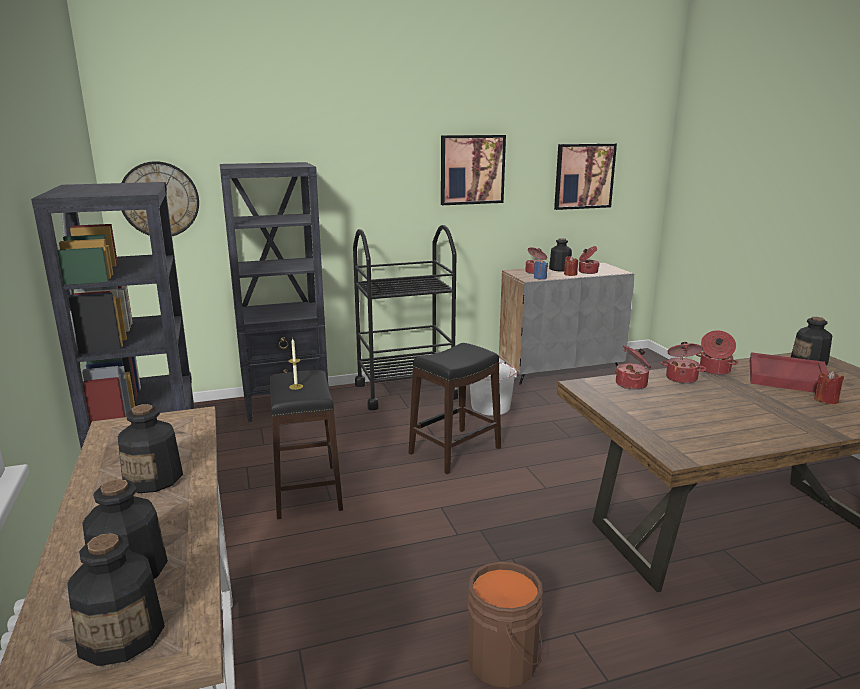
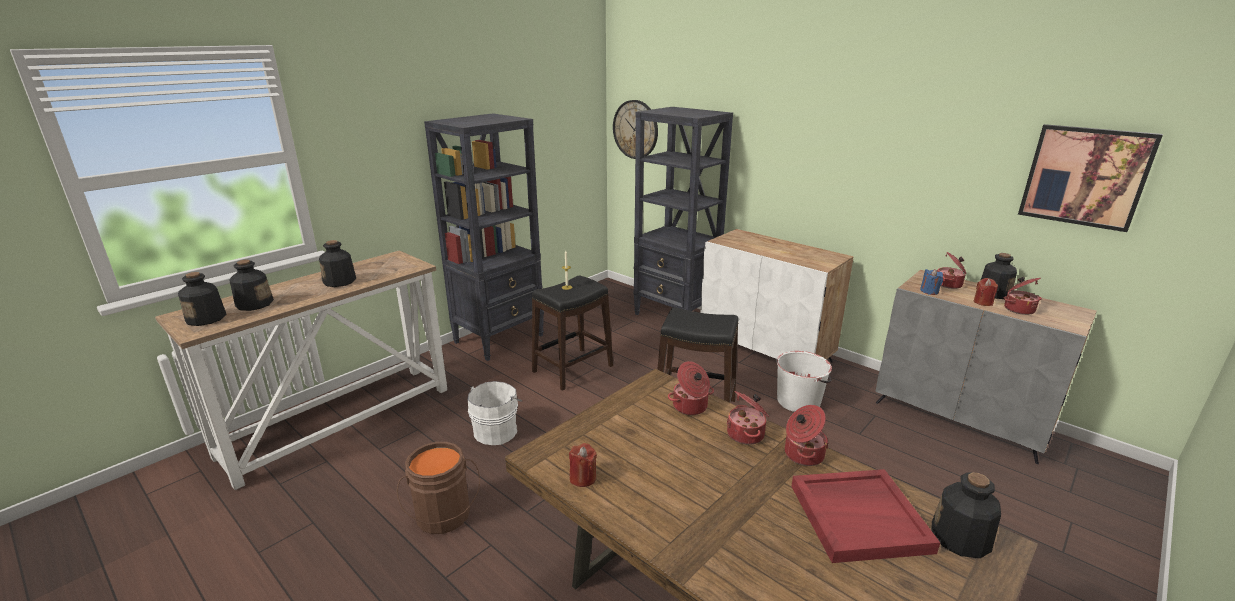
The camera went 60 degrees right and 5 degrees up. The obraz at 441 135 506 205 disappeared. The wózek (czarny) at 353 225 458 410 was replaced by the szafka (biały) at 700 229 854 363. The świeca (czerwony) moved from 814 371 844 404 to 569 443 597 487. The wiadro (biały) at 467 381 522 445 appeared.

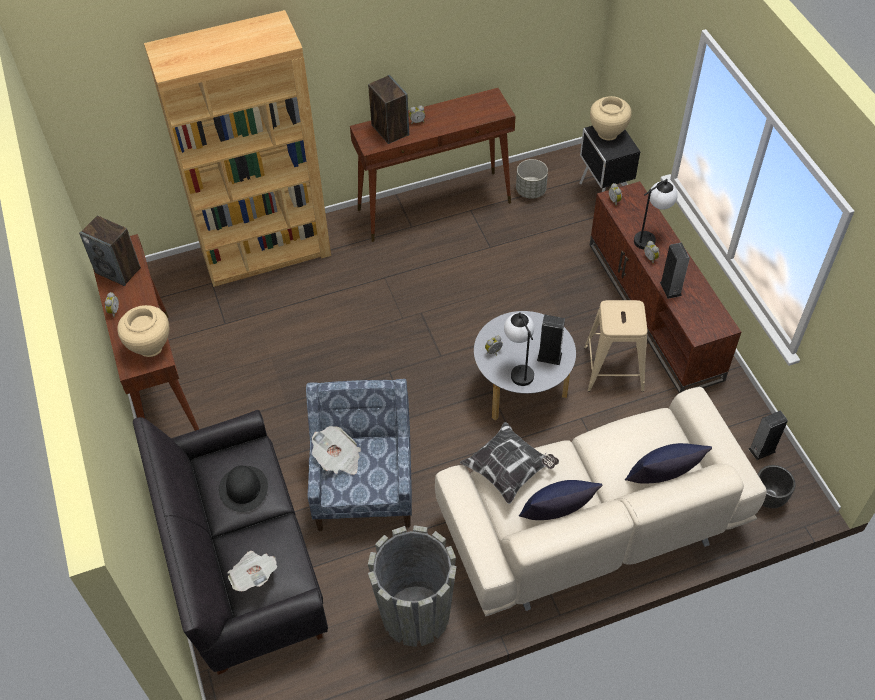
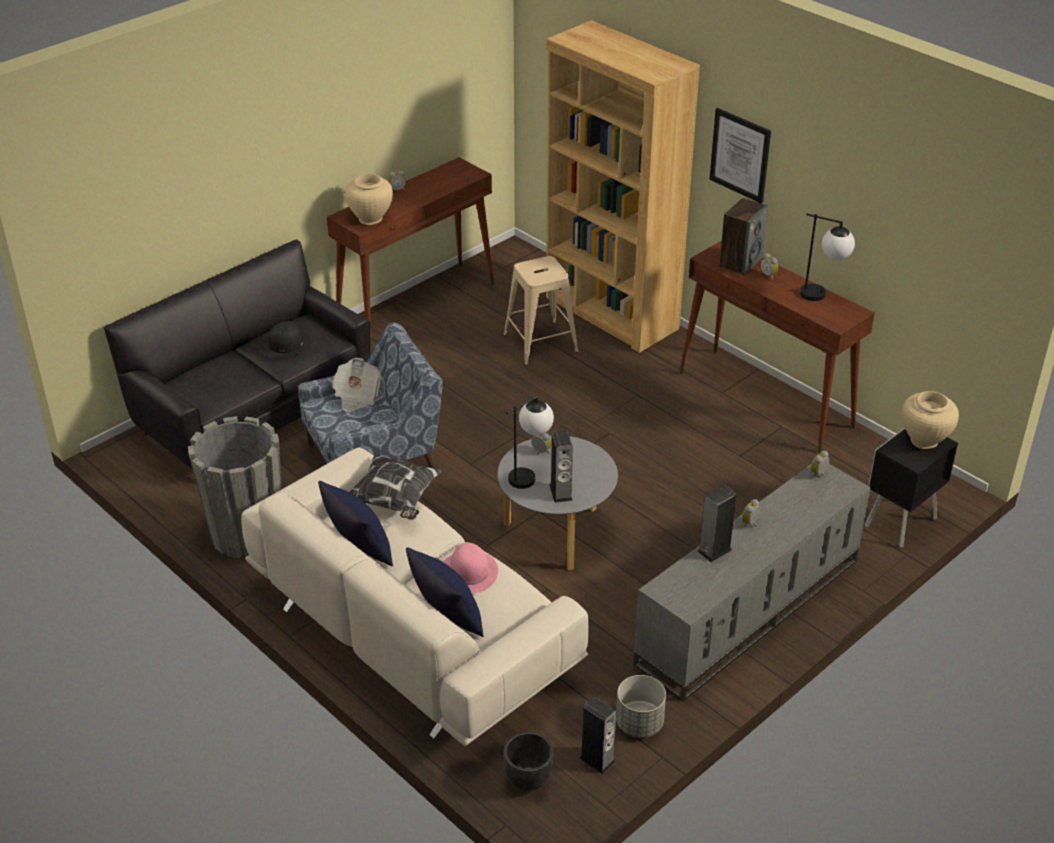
The camera went 65 degrees right and 15 degrees down. The donica (szary) moved from 516 159 548 199 to 616 675 666 738. The lampa stołowa moved from 634 179 678 249 to 800 214 855 301. The szafka pod telewizor (brązowy) at 590 181 741 393 became the szafka pod telewizor (szary) at 633 464 871 702. The głośnik at 79 215 141 286 disappeared. The stołek (beżowy) moved from 584 300 647 392 to 503 256 578 365. The gazeta at 227 551 277 591 disappeared. The obraz at 710 108 771 203 appeared. The kapelusz (różowy) at 444 543 498 594 appeared.

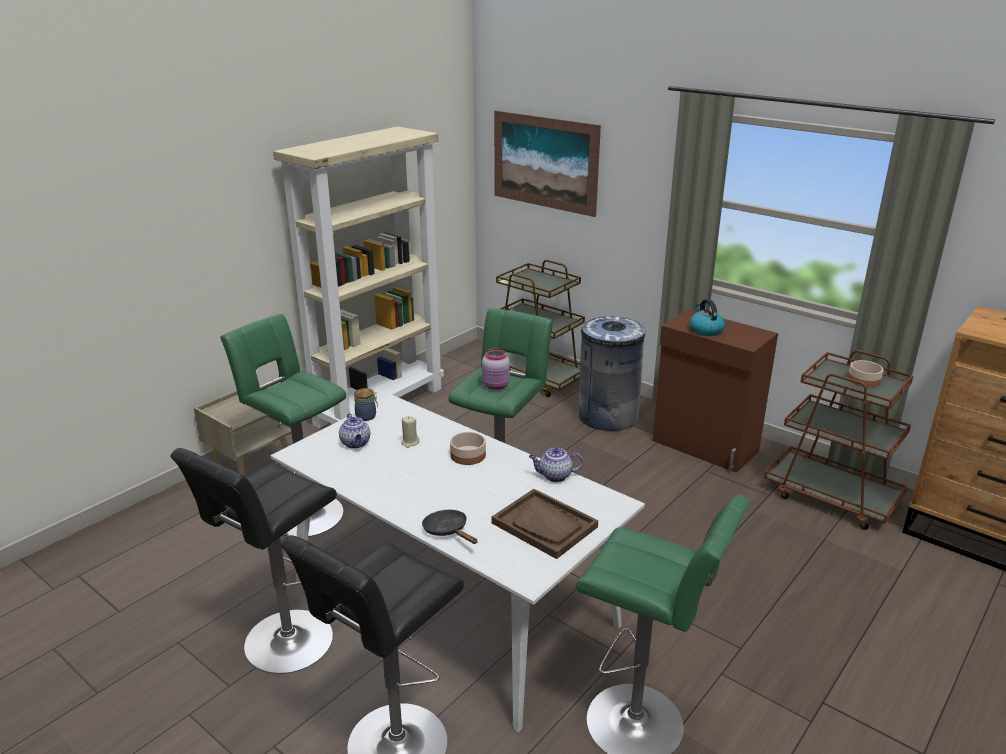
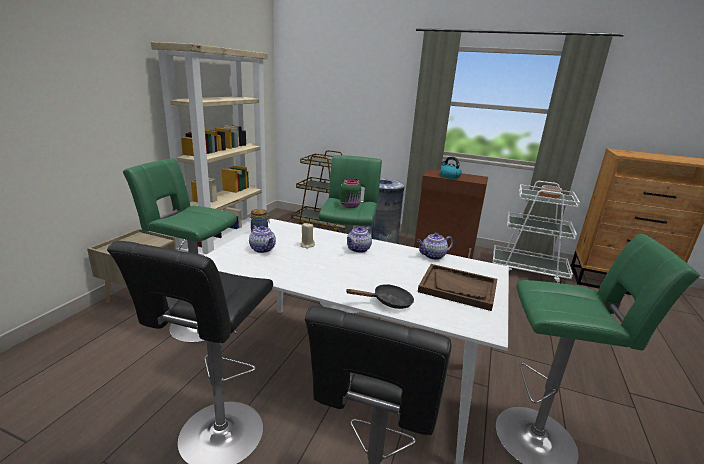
The camera went 20 degrees left and 5 degrees down. The obraz at 494 111 601 217 disappeared. The słoik (różowy) at 482 348 510 390 became the słoik (zielony) at 340 178 361 208. The wózek (brązowy) at 764 350 913 530 became the wózek (biały) at 493 181 580 283. The miska at 450 432 486 465 was replaced by the imbryk at 347 226 372 253. The patelnia (czarny) at 422 510 478 544 turned 135 degrees clockwise.

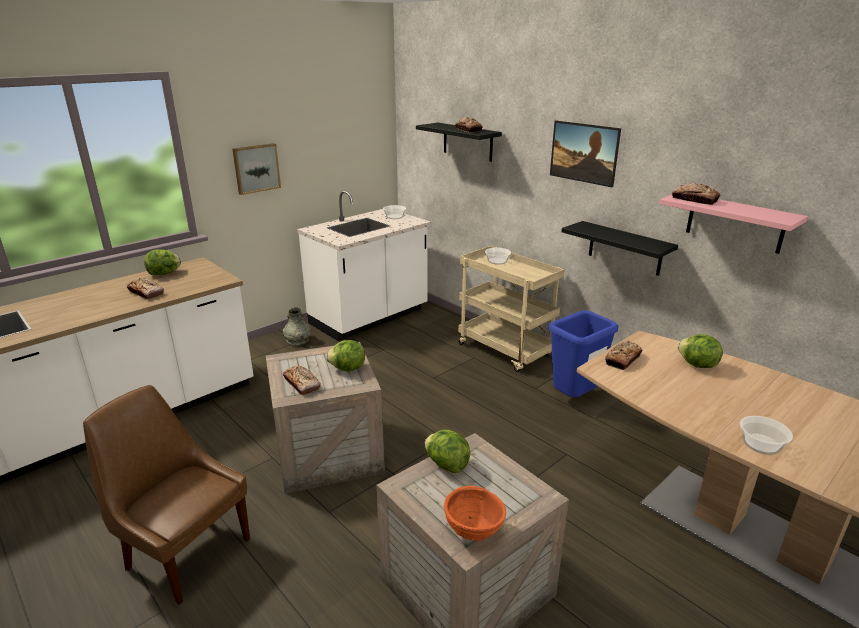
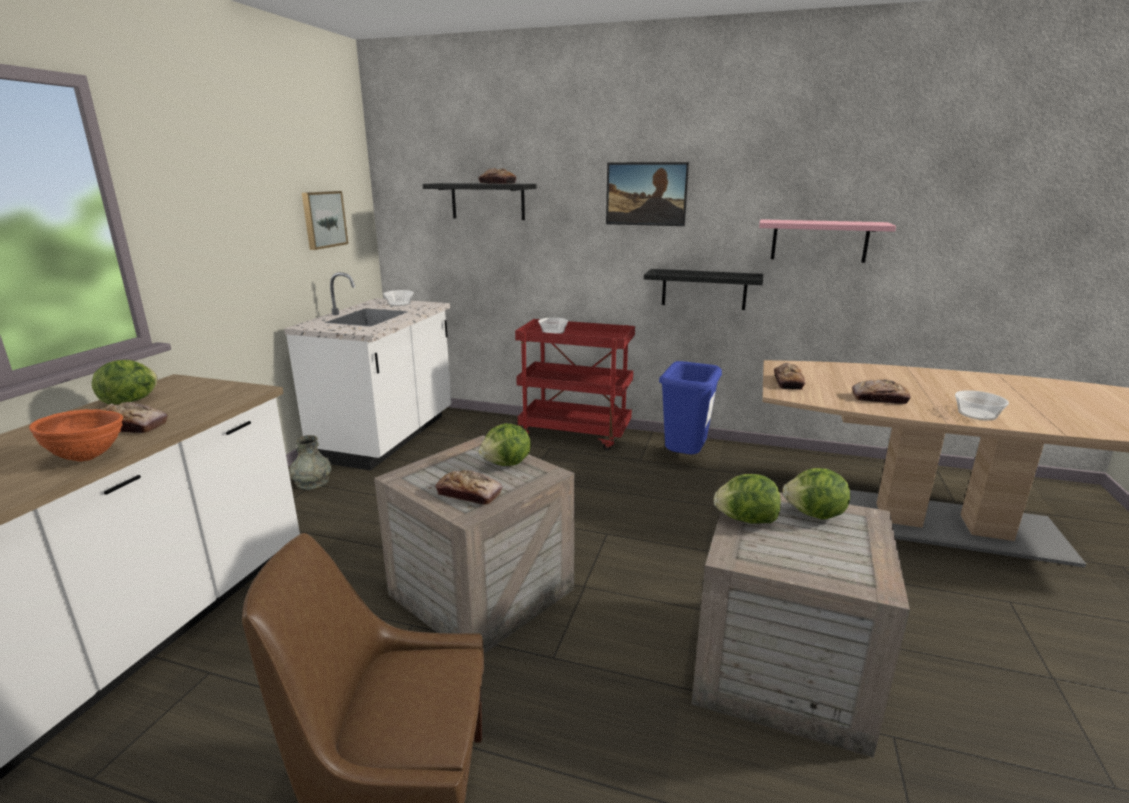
The camera went 30 degrees left and 5 degrees down. The obraz moved from 232 143 281 195 to 302 191 348 250. The chleb moved from 672 183 720 205 to 852 379 911 404. The wózek (beżowy) at 458 246 564 372 became the wózek (czerwony) at 515 319 635 450. The sałata moved from 677 334 723 368 to 783 468 850 520. The miska (pomarańczowy) moved from 444 486 506 541 to 29 409 123 462.

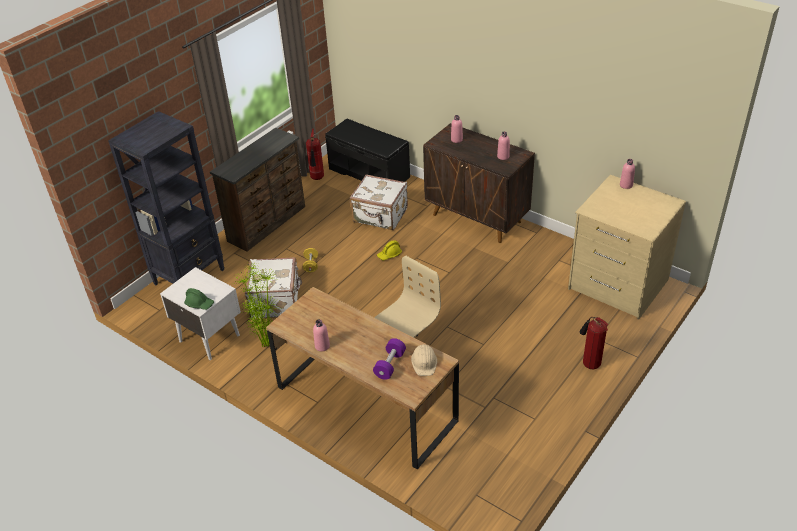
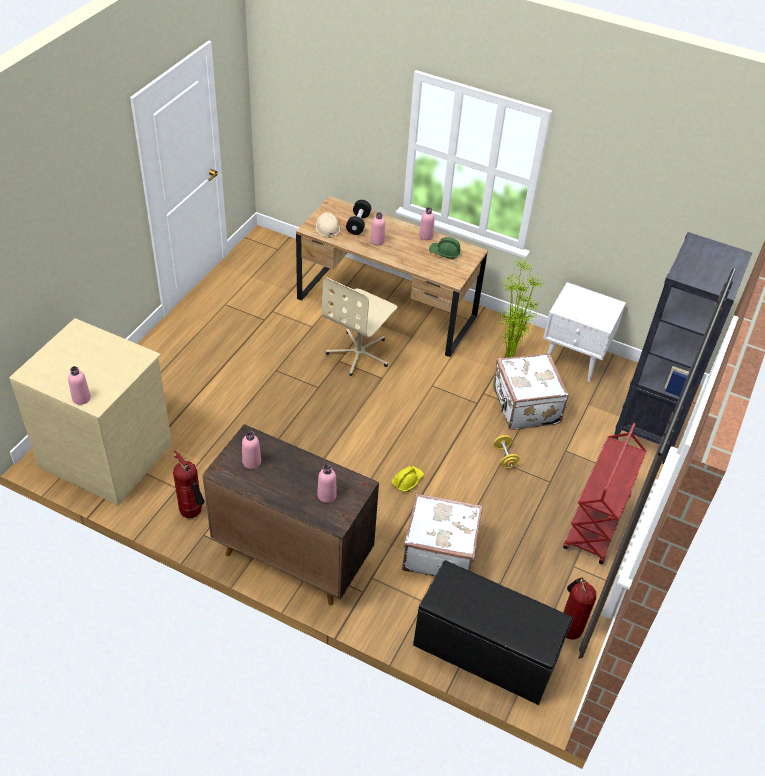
The camera went 165 degrees right and 5 degrees up. The komoda (brązowy) at 210 128 305 252 was replaced by the wózek (czerwony) at 563 423 647 564. The kask (zielony) moved from 184 288 214 310 to 429 237 461 259. The gaśnica moved from 580 317 608 370 to 173 450 205 518. The hantel (fioletowy) at 373 338 406 380 became the hantel (czarny) at 346 200 371 235. The butelka (różowy) at 371 212 385 246 appeared.

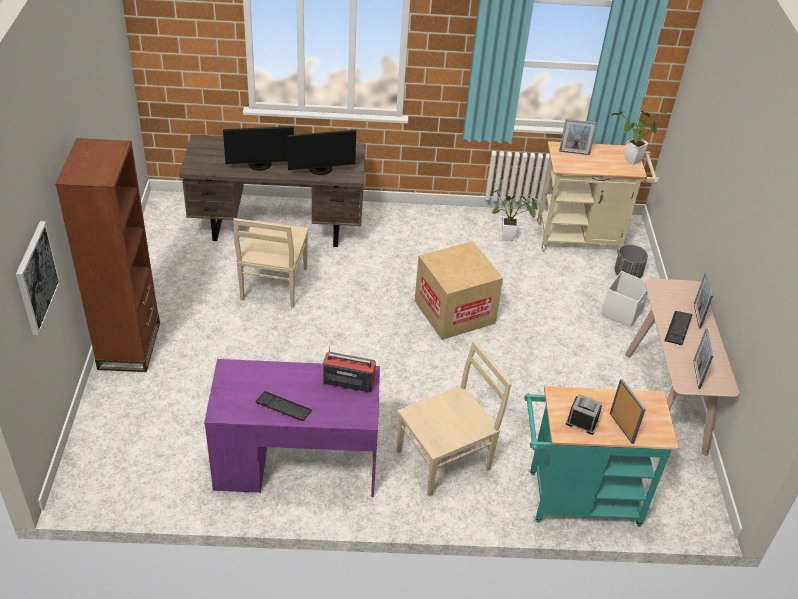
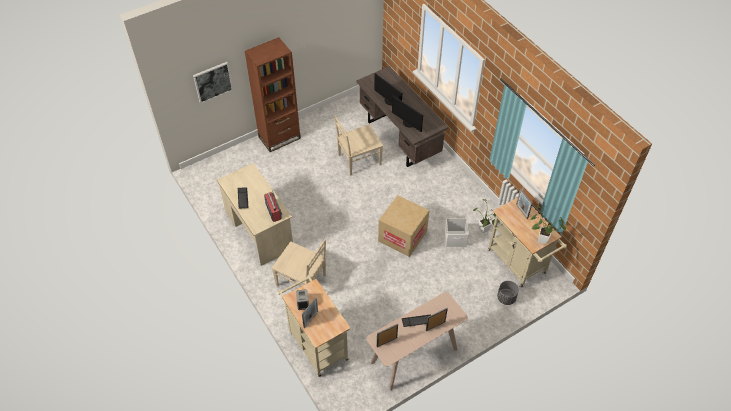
The camera went 60 degrees right and 10 degrees up. The pojemnik do przechowywania (biały) moved from 601 271 648 328 to 445 218 469 247. The biurko (fioletowy) at 204 359 380 497 became the biurko (beżowy) at 217 163 293 266. The wózek (turkusowy) at 524 386 679 526 became the wózek (beżowy) at 278 275 351 377.

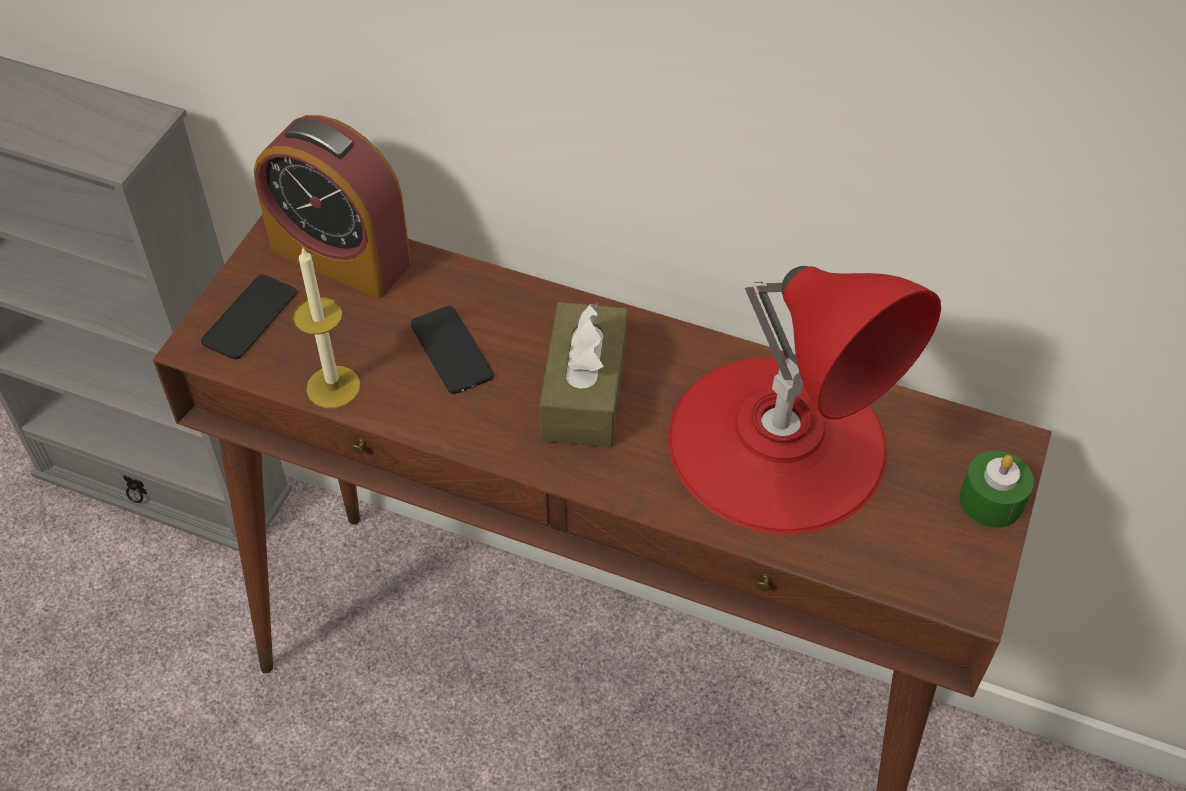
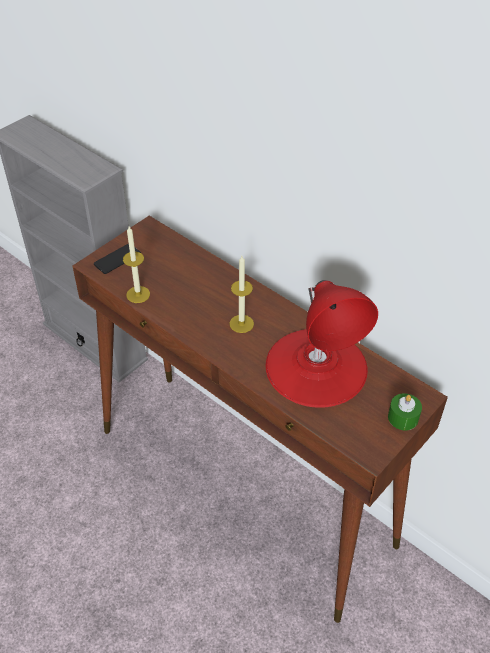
The camera went 20 degrees right and 5 degrees down. The budzik at 254 115 411 298 disappeared. The pudełko chusteczek (brązowy) at 540 302 628 448 was replaced by the świeca at 229 256 254 333. The telefon at 411 306 494 394 disappeared.

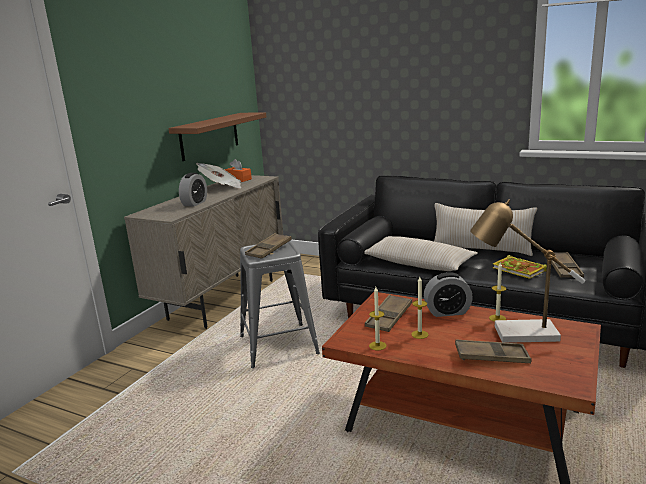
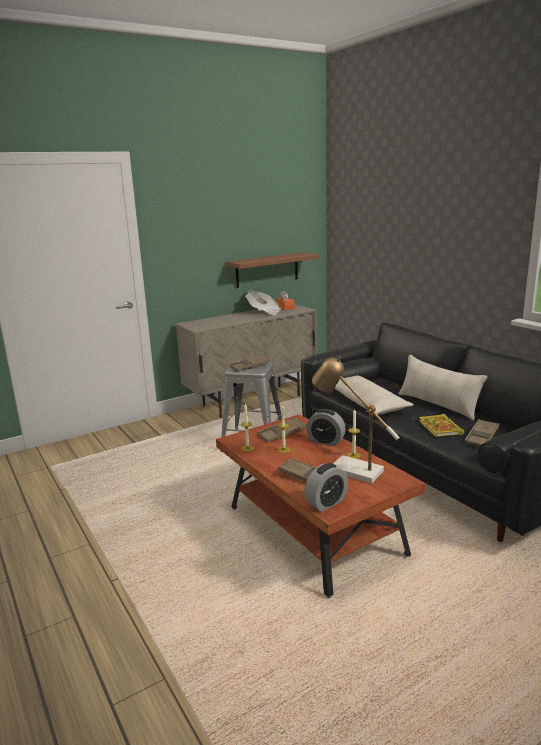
The camera went 30 degrees right and 0 degrees up. The budzik moved from 179 173 207 207 to 304 463 348 512.

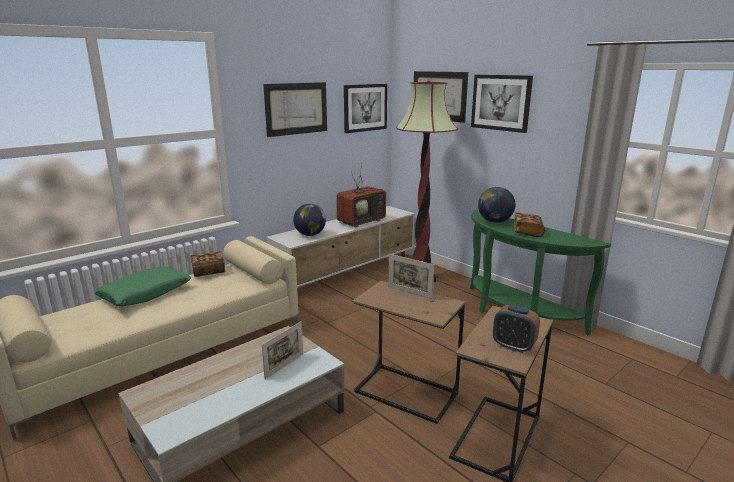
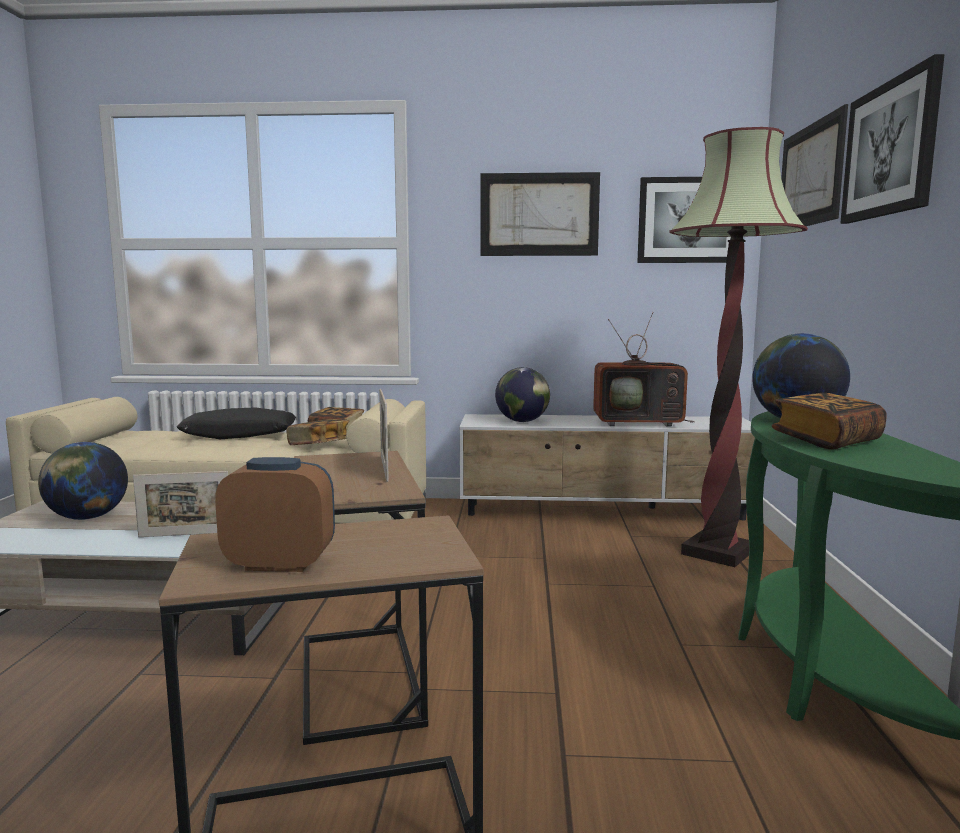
The camera went 45 degrees right and 10 degrees down. The poduszka (zielony) at 95 267 191 306 became the poduszka (czarny) at 177 407 296 439. The budzik at 493 305 540 353 turned 105 degrees clockwise. The książka at 286 419 349 445 appeared. The globus at 38 442 128 520 appeared.

